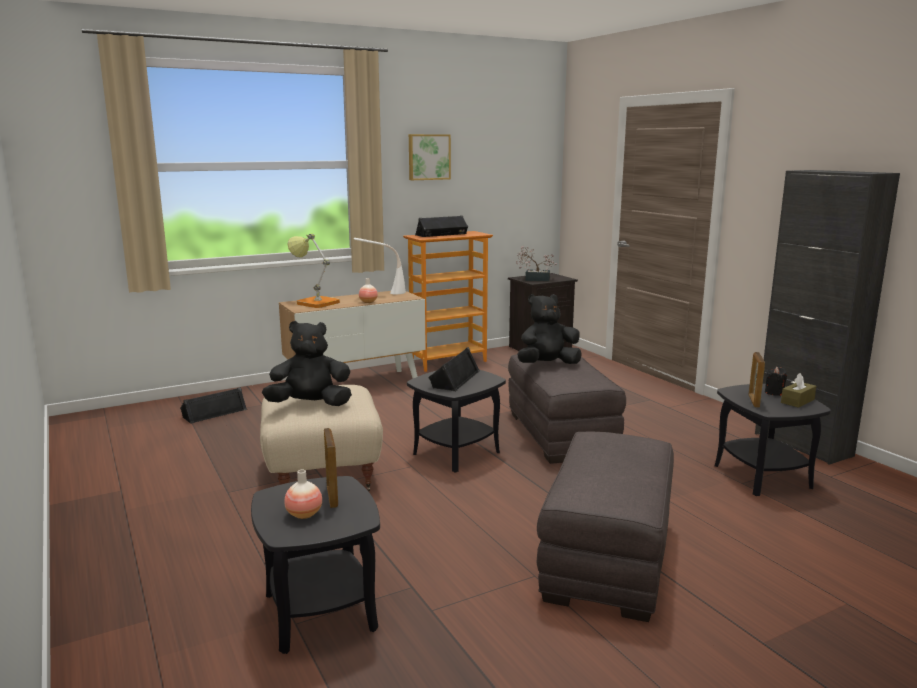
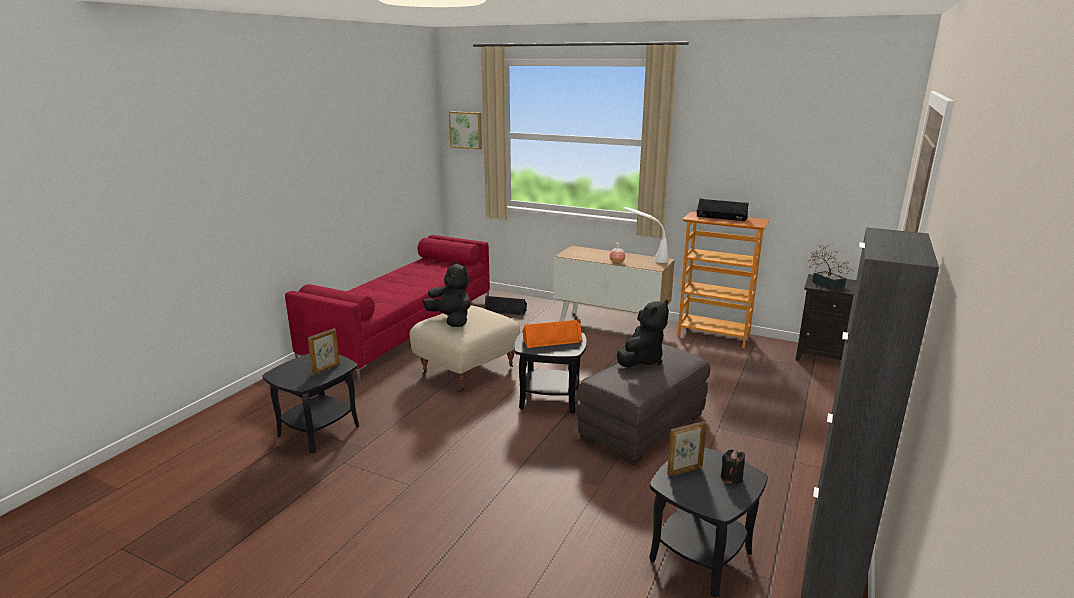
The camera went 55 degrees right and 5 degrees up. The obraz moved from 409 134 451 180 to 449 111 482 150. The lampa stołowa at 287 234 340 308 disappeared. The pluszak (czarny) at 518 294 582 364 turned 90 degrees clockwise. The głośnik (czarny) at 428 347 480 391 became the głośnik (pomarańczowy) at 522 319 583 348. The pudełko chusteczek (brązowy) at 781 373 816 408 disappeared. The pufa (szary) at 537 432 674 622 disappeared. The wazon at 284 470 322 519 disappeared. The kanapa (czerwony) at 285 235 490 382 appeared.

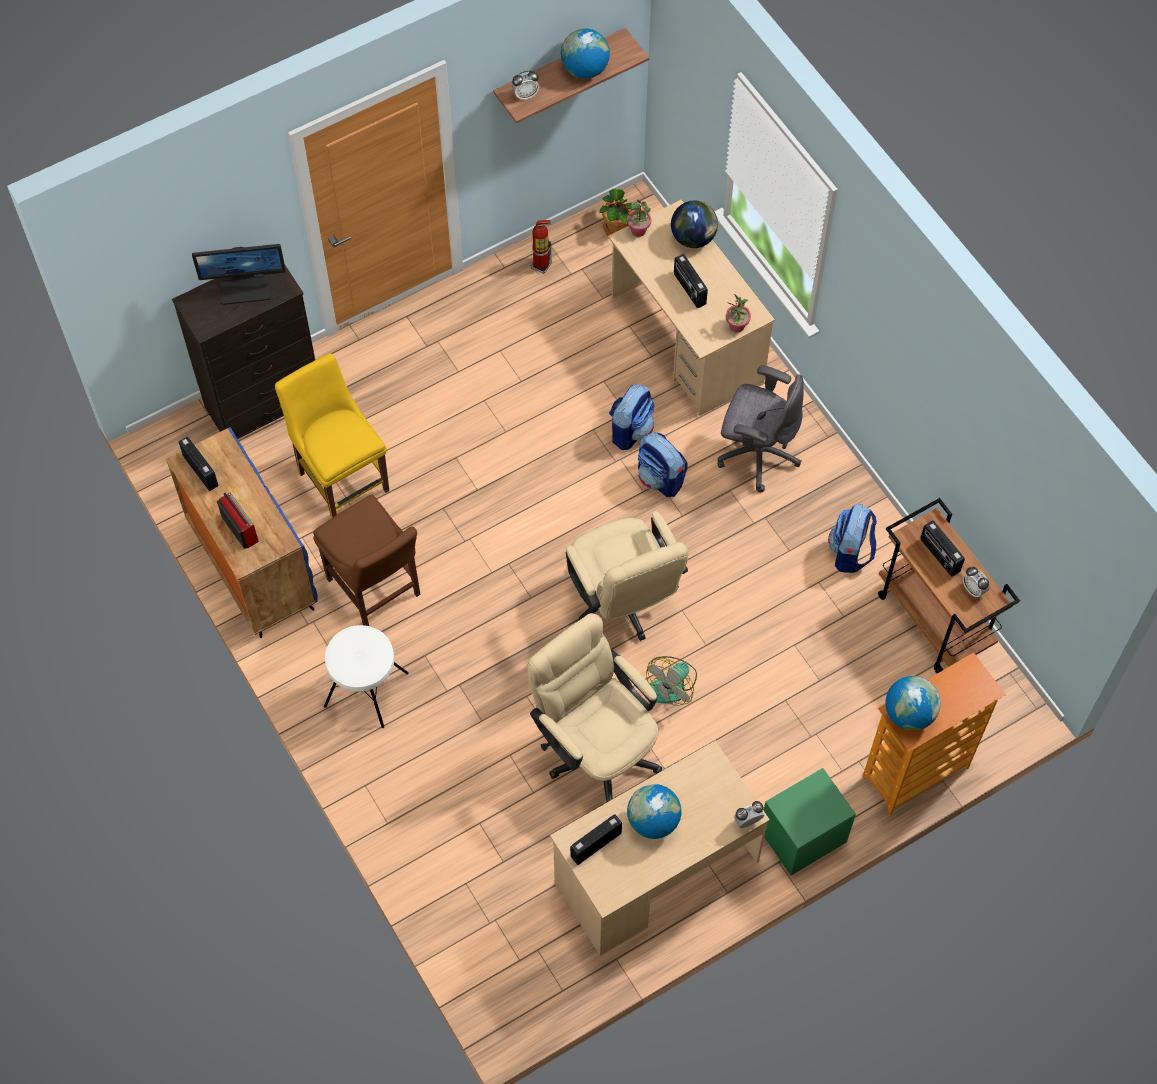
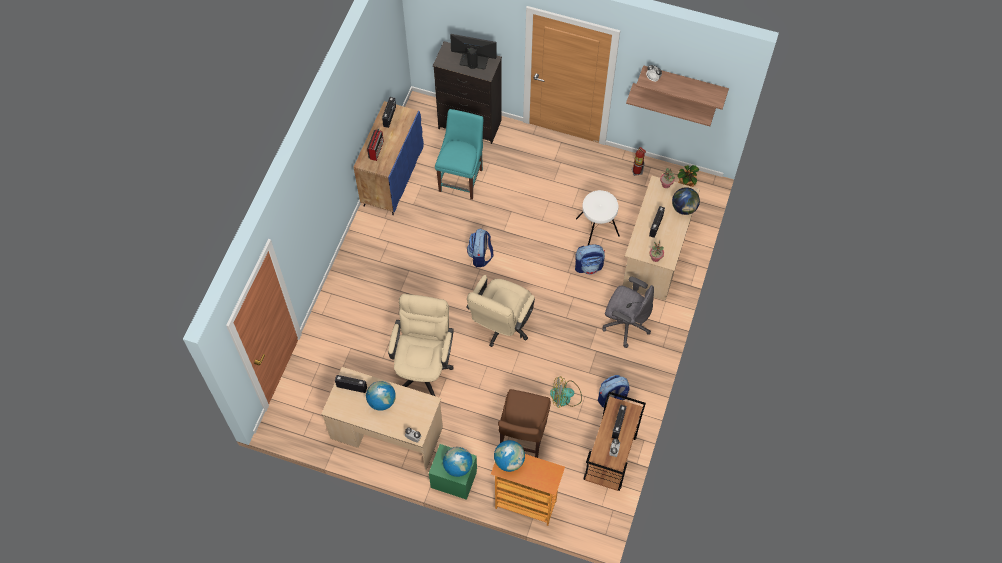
The camera went 50 degrees right and 0 degrees up. The globus moved from 561 28 610 79 to 443 447 473 477. The monitor at 192 244 286 305 turned 150 degrees clockwise. The krzesło (żółty) at 275 353 389 518 became the krzesło (turkusowy) at 435 109 483 200. The krzesło biurowe (szary) at 717 365 804 492 turned 45 degrees counterclockwise. The plecak moved from 638 432 688 497 to 467 229 493 267. The krzesło (brązowy) moved from 313 495 421 626 to 498 389 551 458. The stołek (biały) moved from 324 625 409 728 to 576 190 620 245. The wentylator moved from 646 656 697 706 to 550 376 582 408. The półka at 626 83 716 126 appeared.

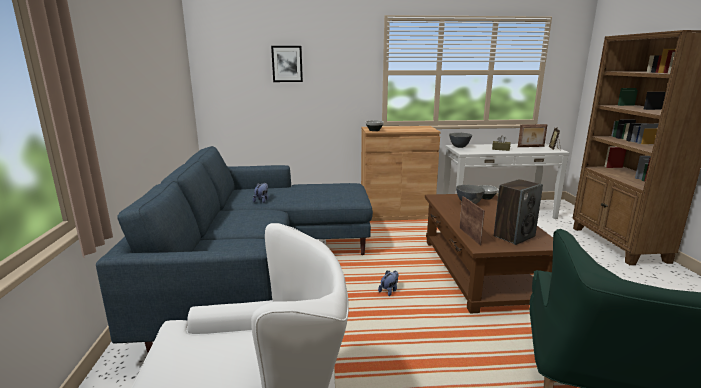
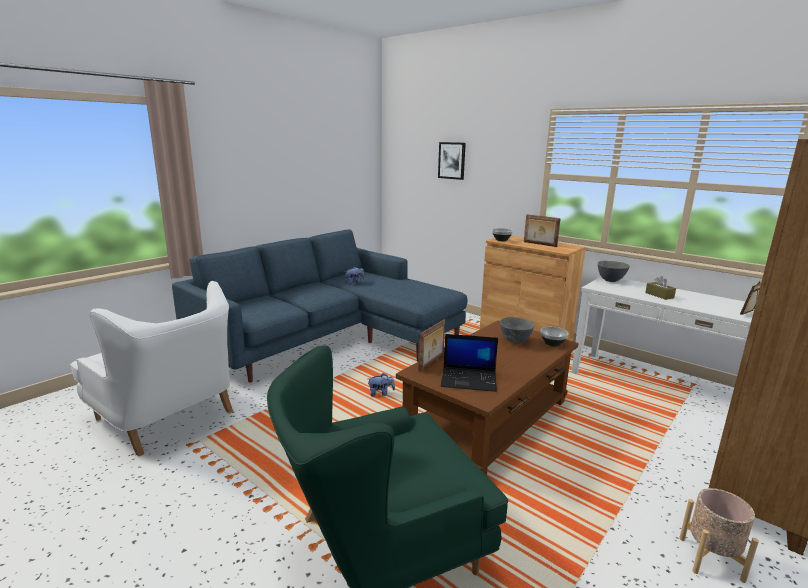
The camera went 45 degrees right and 0 degrees up. The ramka na zdjęcie moved from 518 124 548 147 to 524 214 561 247. The głośnik at 494 179 543 245 was replaced by the laptop at 441 334 498 392. The donica (beżowy) at 679 488 759 583 appeared.

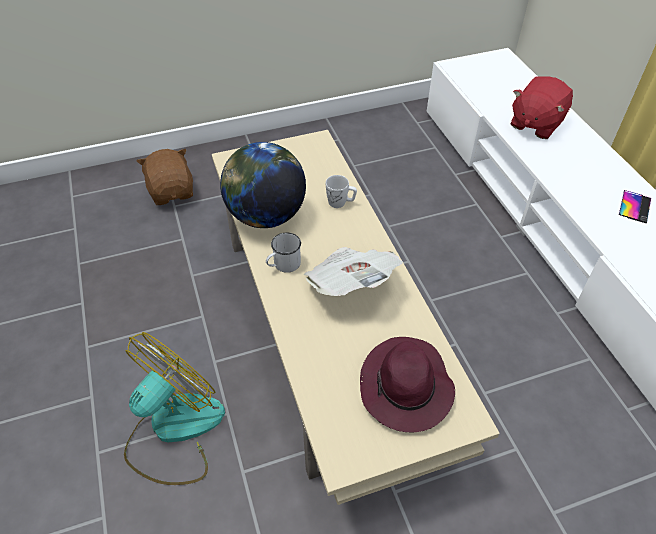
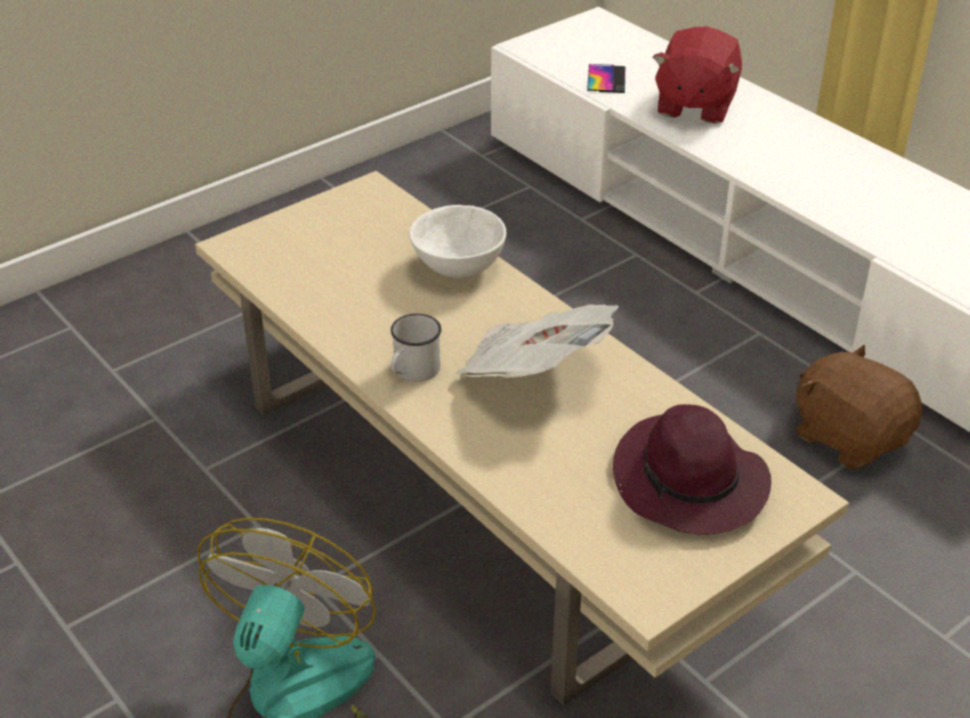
The camera went 20 degrees left and 10 degrees down. The globus at 220 142 306 228 disappeared. The pluszak (brązowy) moved from 137 149 193 205 to 796 345 922 469. The kubek (biały) at 326 175 357 208 was replaced by the miska (biały) at 409 205 506 278. The telefon moved from 619 190 651 223 to 587 64 625 93.

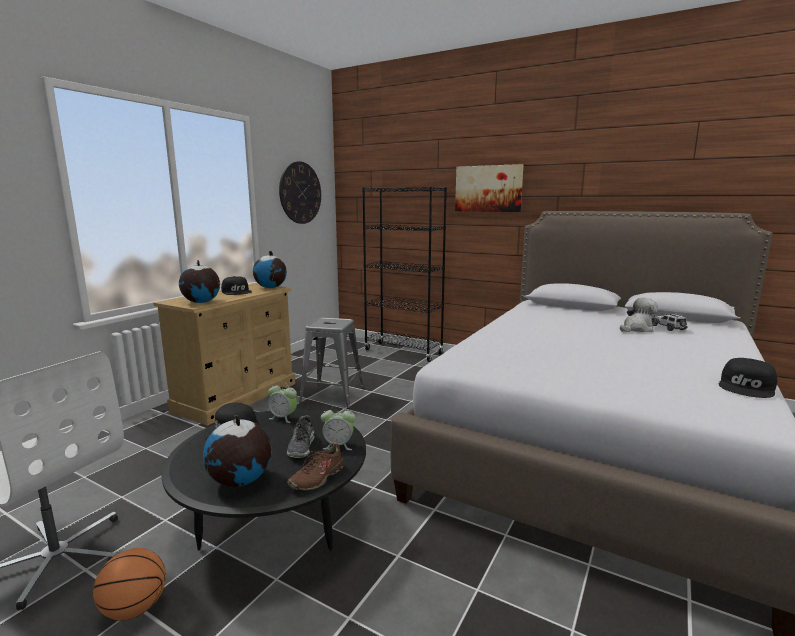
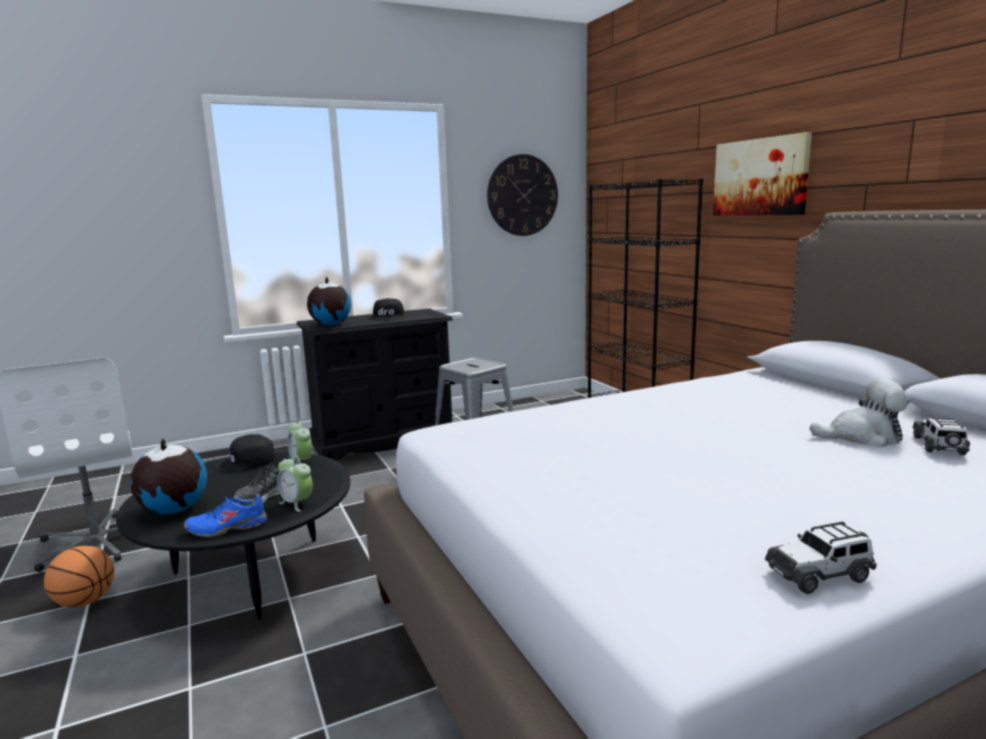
The camera went 35 degrees right and 0 degrees up. The globus at 253 251 287 288 disappeared. The komoda (beżowy) at 153 283 295 426 became the komoda (czarny) at 297 308 452 461. The czapka z daszkiem (czarny) at 719 358 777 398 was replaced by the samochodzik at 765 522 877 594. The but (brązowy) at 287 442 344 490 became the but (niebieski) at 184 494 267 537.

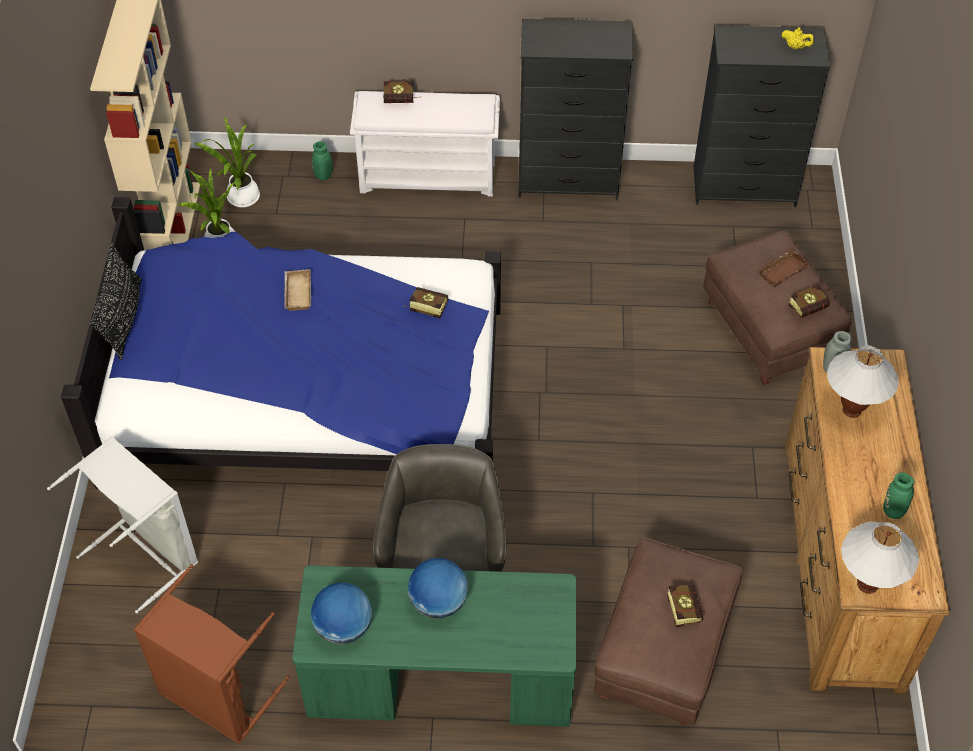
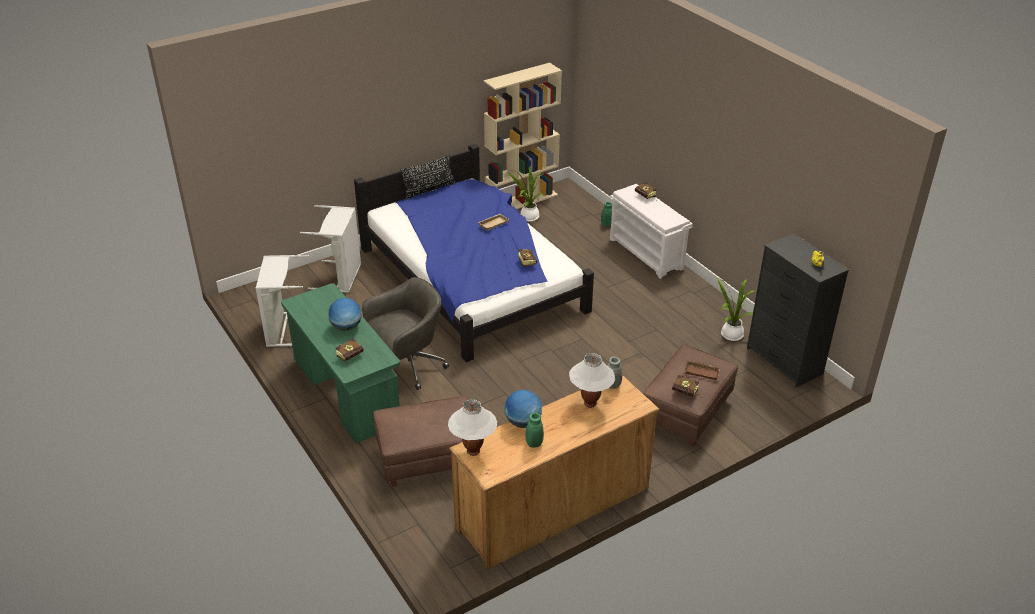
The camera went 55 degrees right and 15 degrees down. The komoda (czarny) at 518 18 633 200 disappeared. The roślina doniczkowa moved from 194 116 260 208 to 717 278 756 341. The kosz na pranie (brązowy) at 134 564 290 744 became the kosz na pranie (szary) at 256 255 309 347. The globus moved from 311 582 372 644 to 504 390 542 428. The książka moved from 667 585 703 628 to 336 338 364 361.

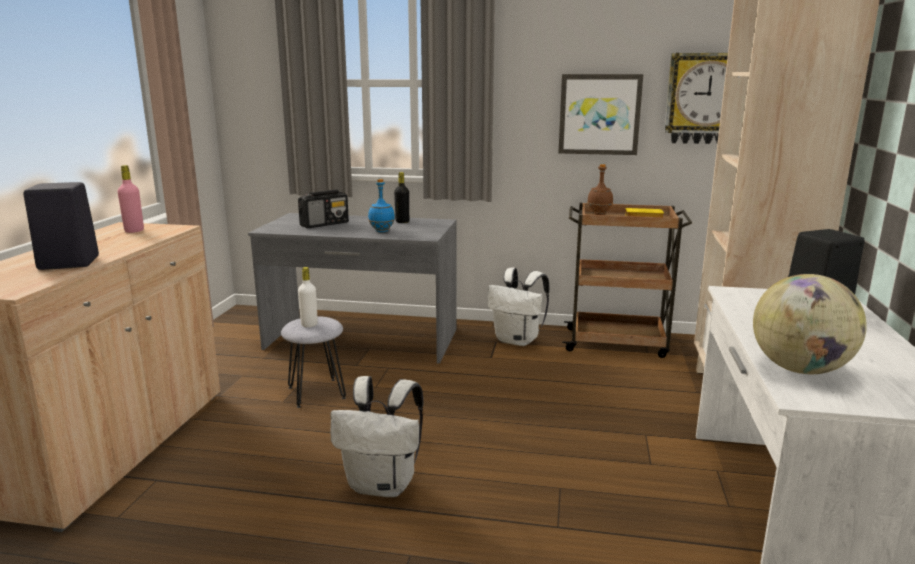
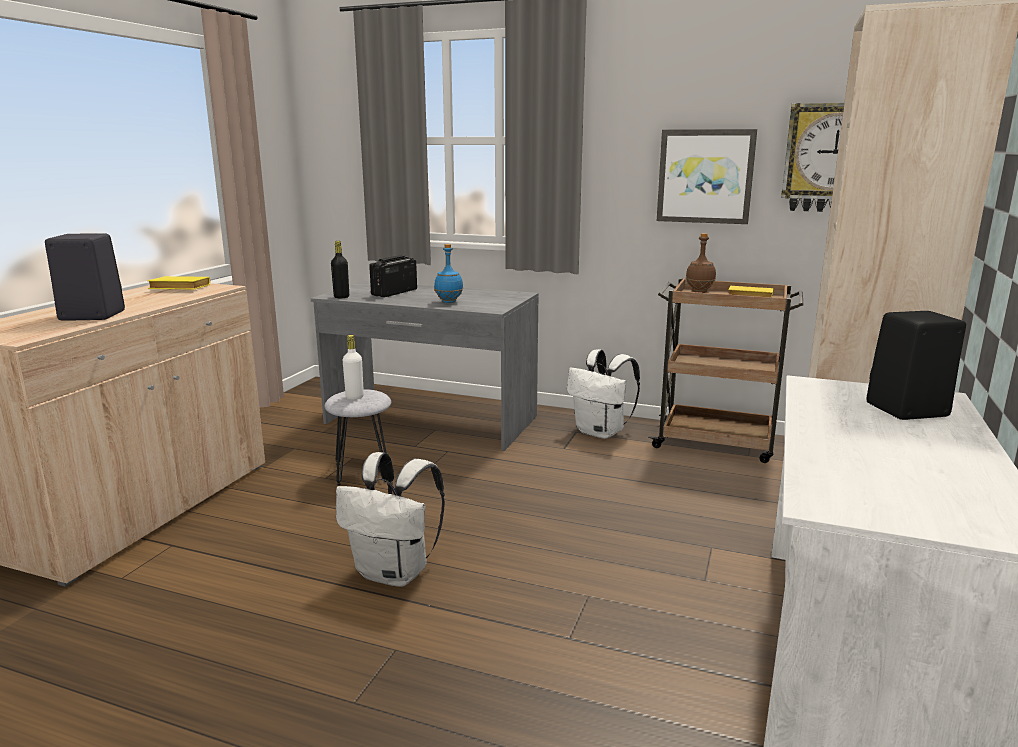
The camera went 10 degrees right and 0 degrees up. The butelka (różowy) at 118 165 144 233 was replaced by the książka (żółty) at 147 276 210 290. The butelka (czarny) moved from 394 172 409 223 to 331 241 349 298. The radio at 298 190 349 228 turned 150 degrees clockwise. The globus at 753 274 867 374 disappeared.

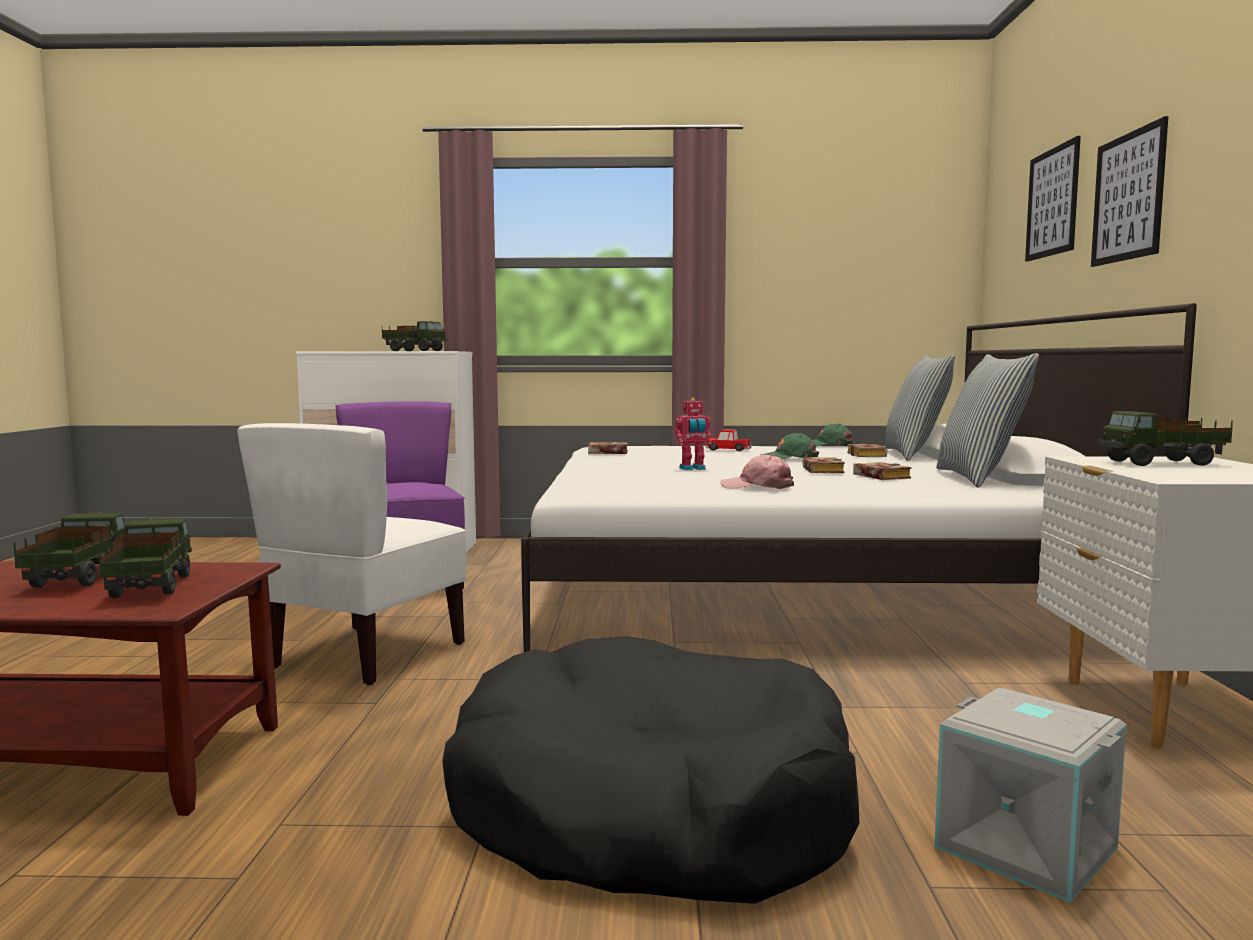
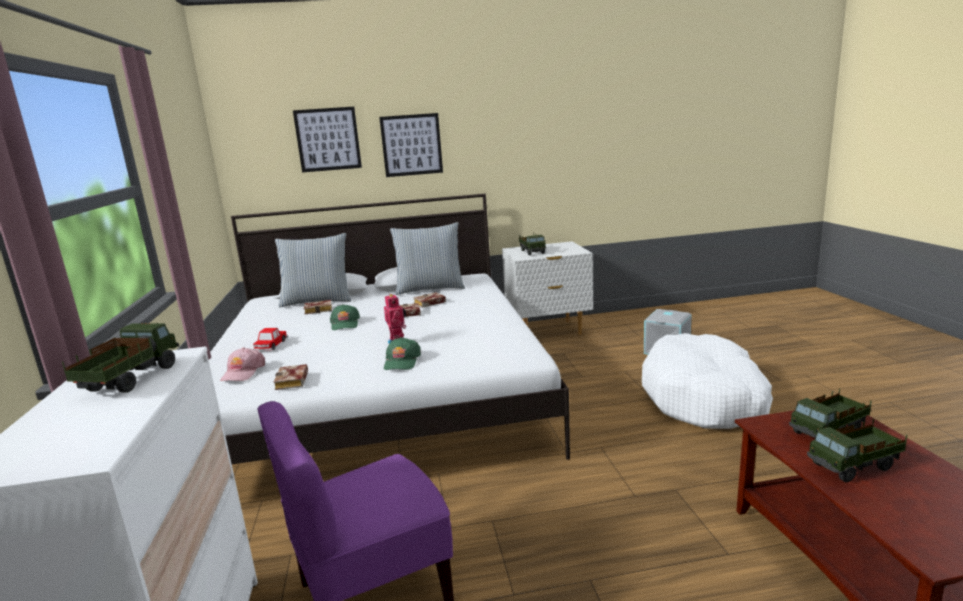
The camera went 100 degrees left and 10 degrees up. The krzesło (biały) at 237 423 467 685 disappeared. The czapka z daszkiem (zielony) moved from 812 423 854 447 to 384 337 421 370. The czapka z daszkiem (różowy) moved from 721 454 794 489 to 220 348 265 381. The legowisko (czarny) at 442 636 860 904 became the legowisko (biały) at 642 333 773 429.

